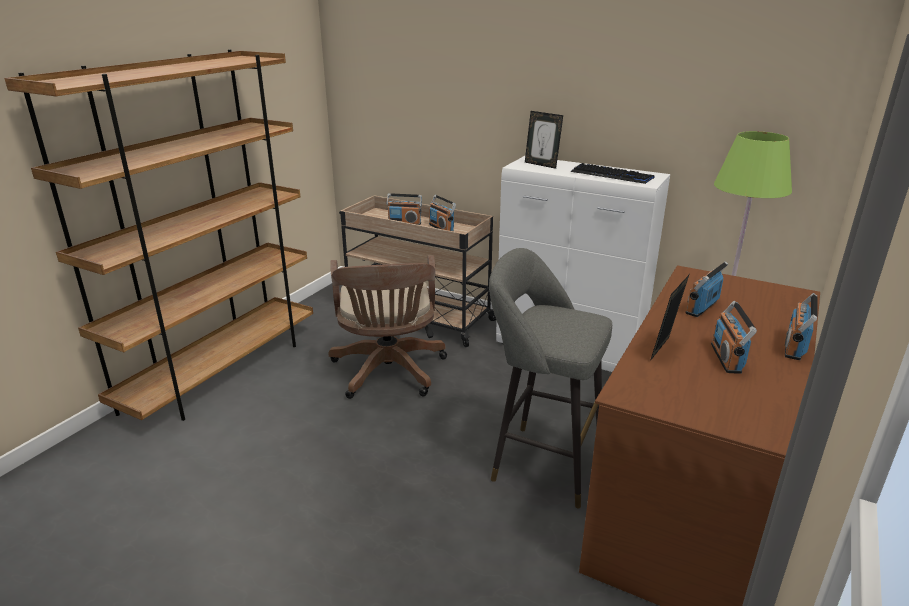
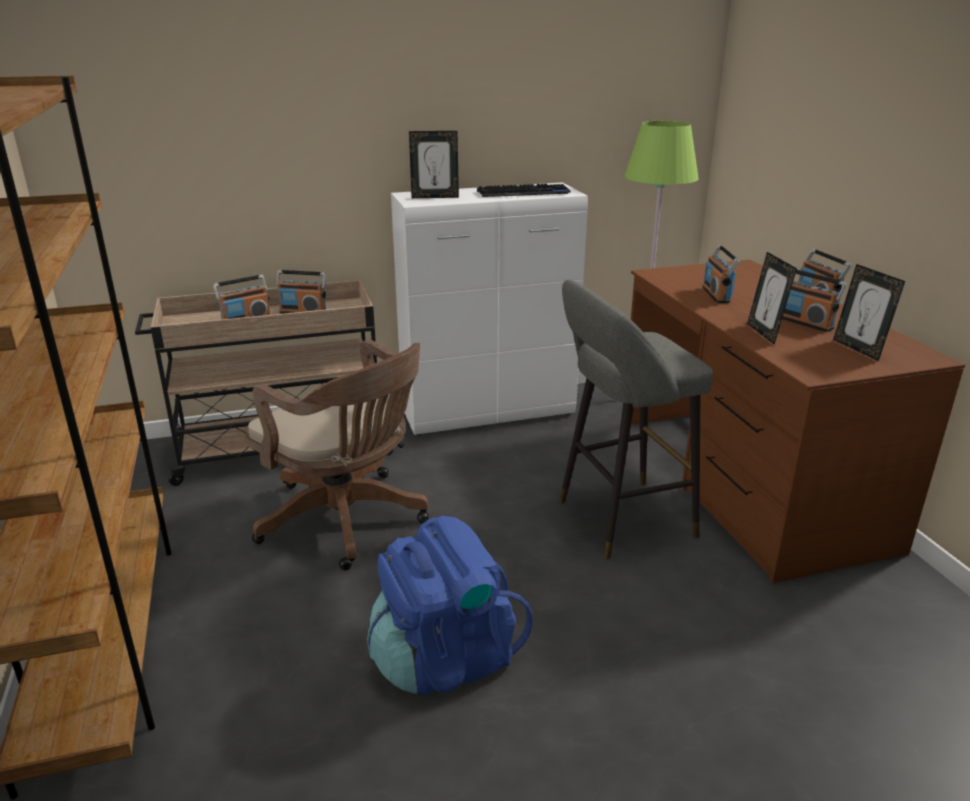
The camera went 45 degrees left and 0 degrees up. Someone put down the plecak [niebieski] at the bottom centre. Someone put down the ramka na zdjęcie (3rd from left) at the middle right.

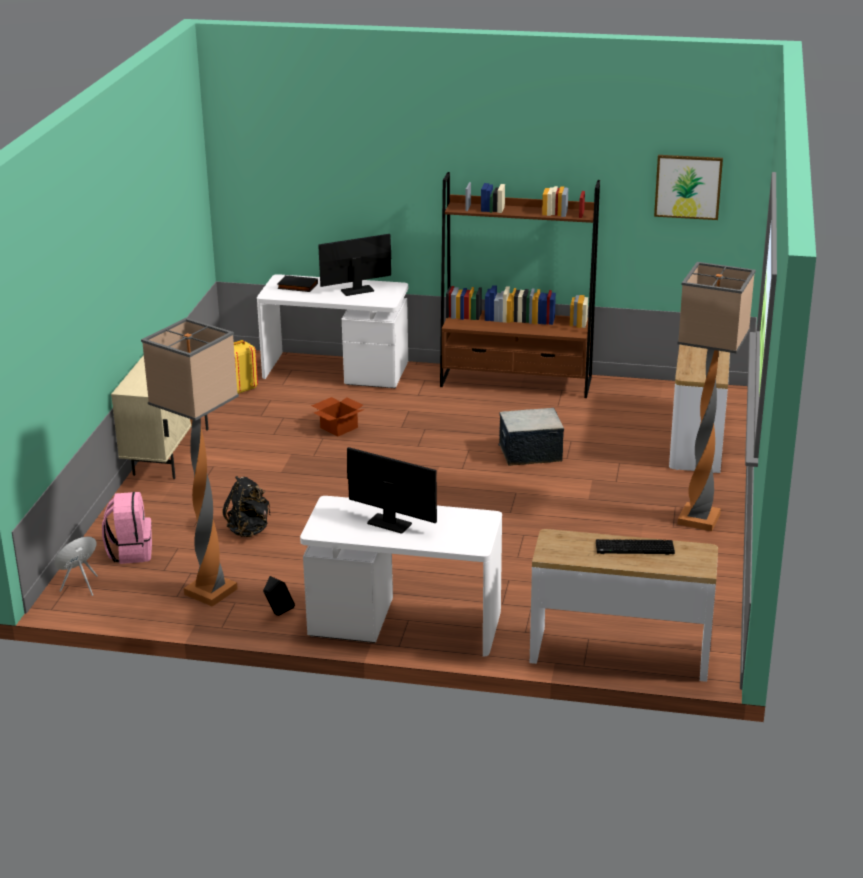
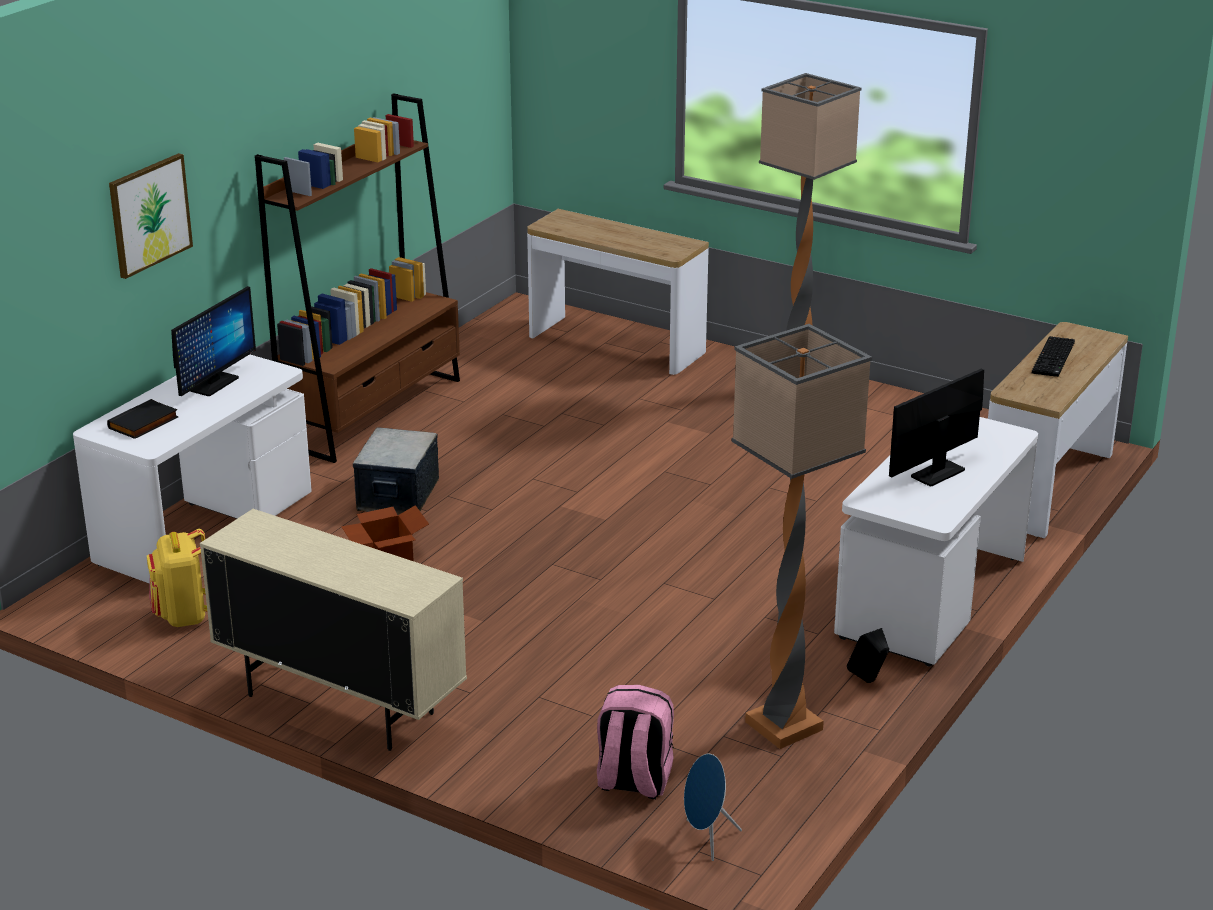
The camera went 70 degrees left and 0 degrees up. Someone carried the obraz from the top right to the top left. Someone rotated the monitor (1st from left) at the top centre by 150 degrees counterclockwise. Someone carried the pojemnik do przechowywania from the centre to the middle left. Someone took away the plecak [czarny] at the middle left.

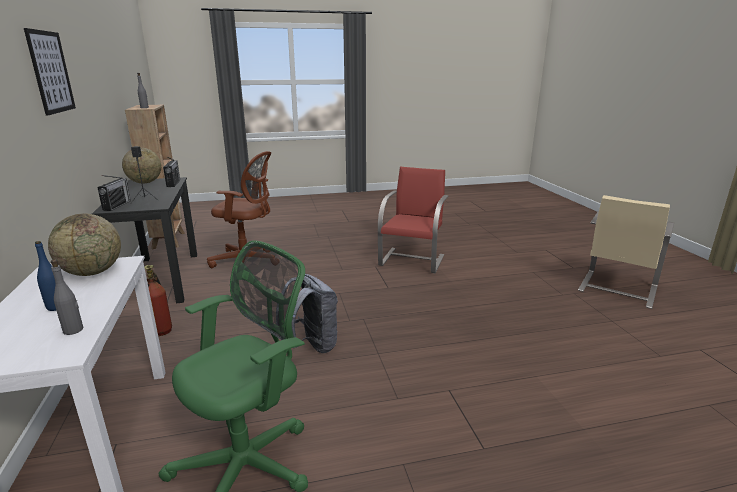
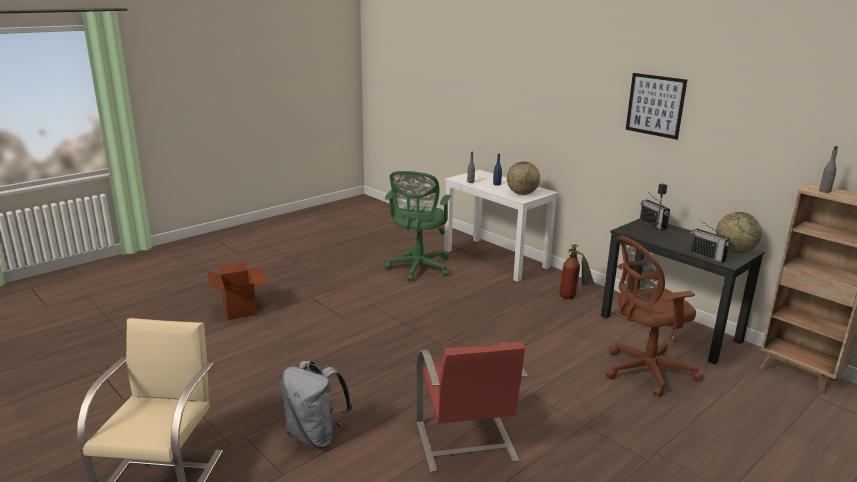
The camera went 150 degrees right and 0 degrees up. Someone put down the karton at the middle left. Someone carried the plecak [szary] from the centre to the bottom centre.

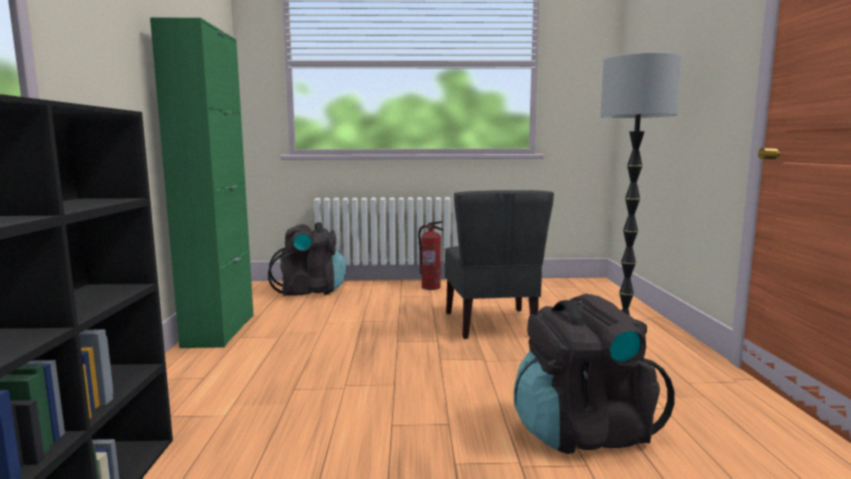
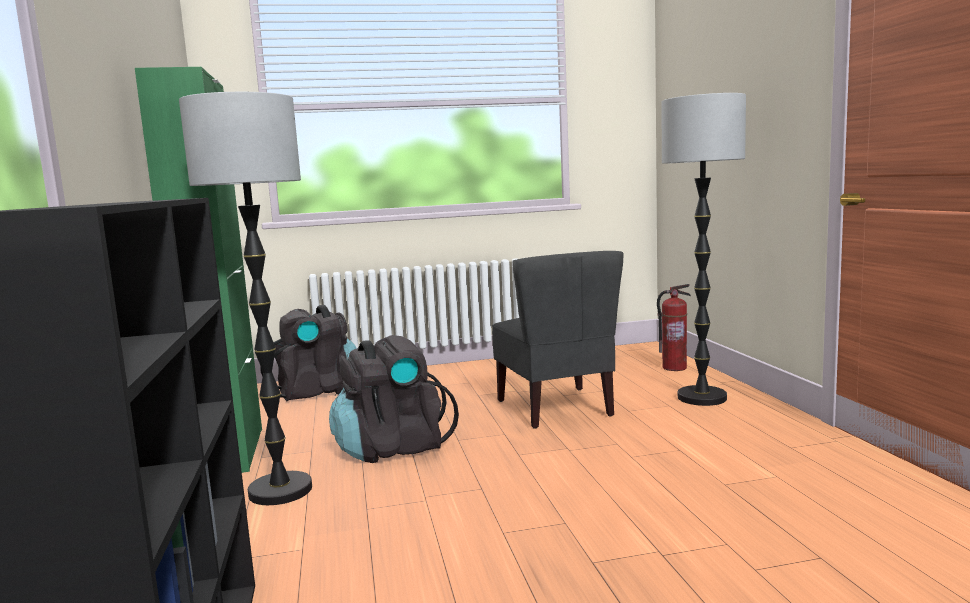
The camera went 10 degrees left and 0 degrees up. Someone put down the lampa stojąca (1st from left) at the middle left. Someone carried the plecak [czarny] (2nd from left) from the bottom right to the centre. Someone carried the gaśnica from the centre to the middle right.

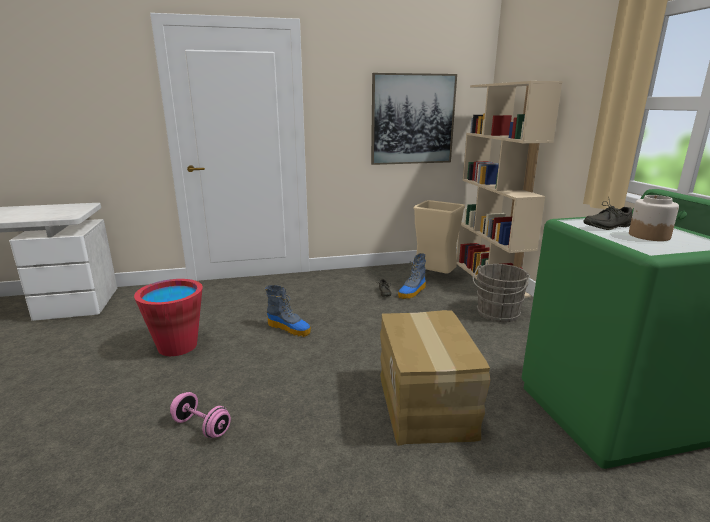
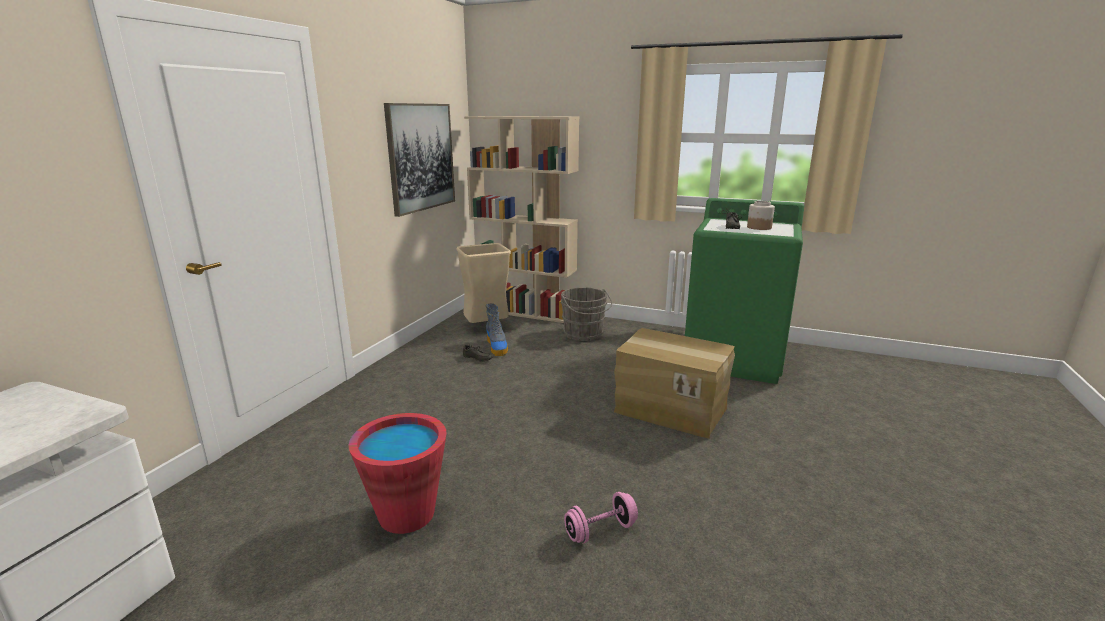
The camera went 55 degrees left and 0 degrees up. Someone took away the but z cholewką (1st from left) at the centre.

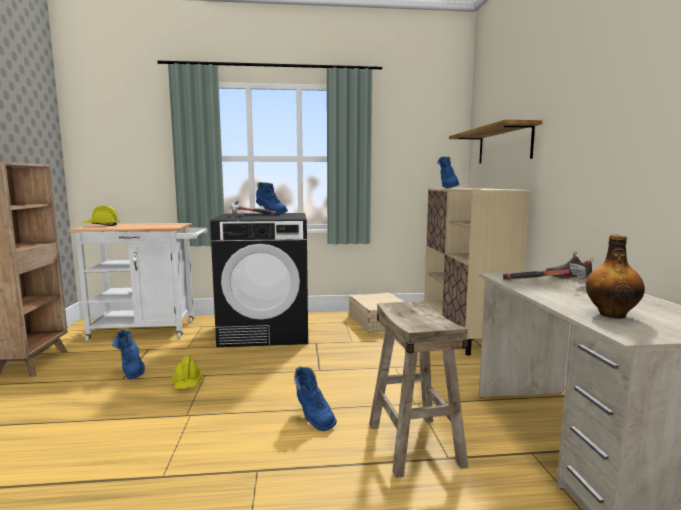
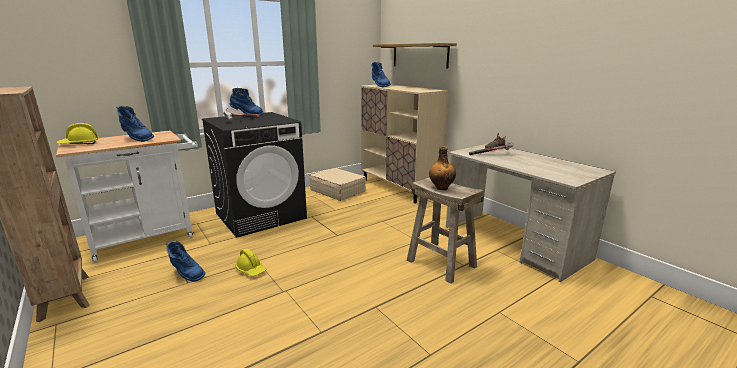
The camera went 30 degrees left and 10 degrees up. Someone carried the but z cholewką [niebieski] (3rd from left in the first image) from the bottom centre to the middle left. Someone carried the butelka from the middle right to the centre.

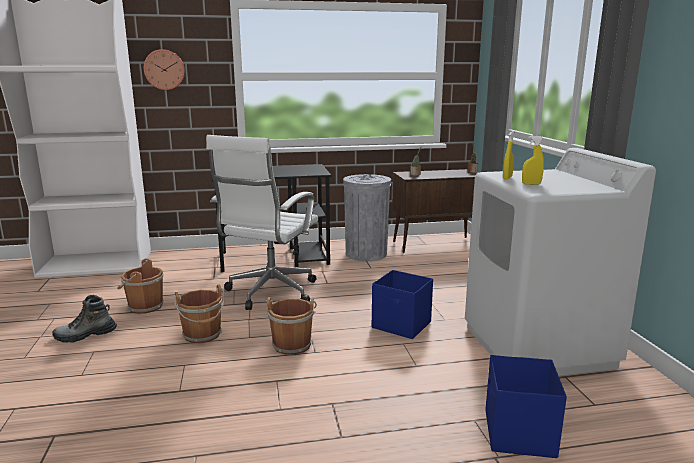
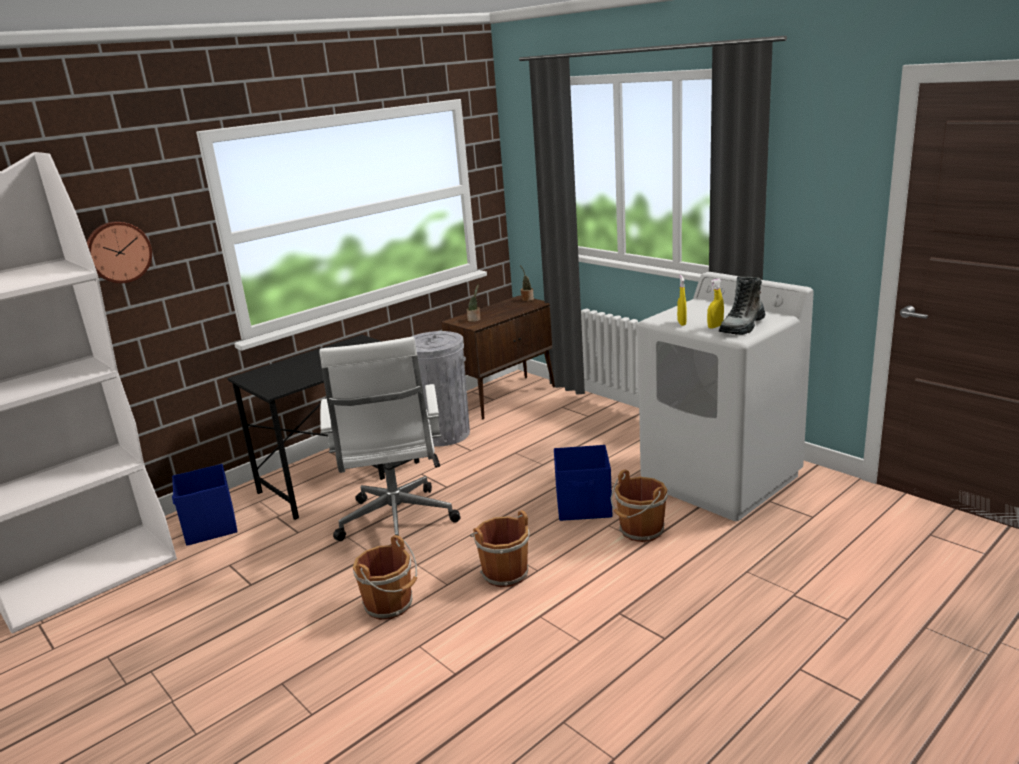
The camera went 30 degrees left and 5 degrees up. Someone carried the pojemnik do przechowywania [niebieski] (2nd from left in the first image) from the bottom right to the middle left. Someone carried the wiadro [brązowy] (1st from left in the first image) from the middle left to the centre. Someone carried the but z cholewką from the bottom left to the middle right.

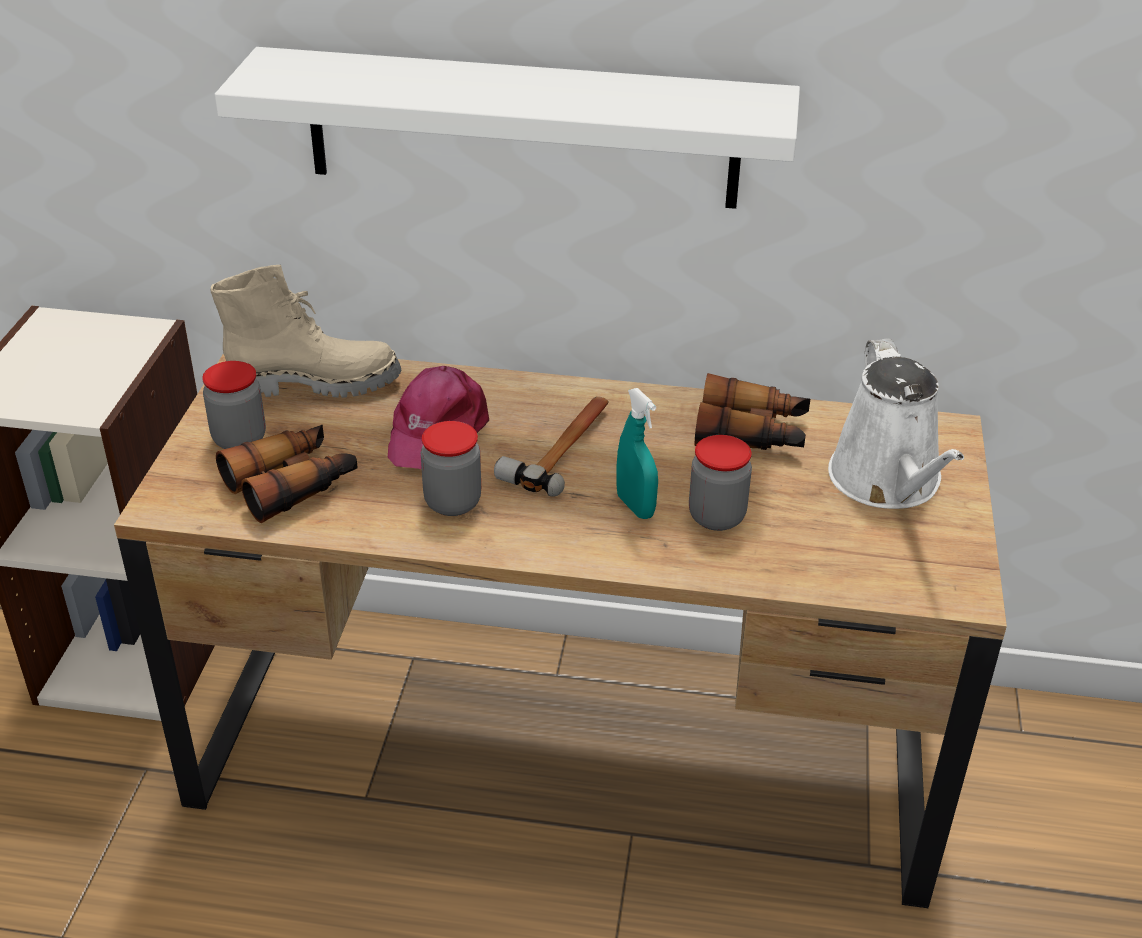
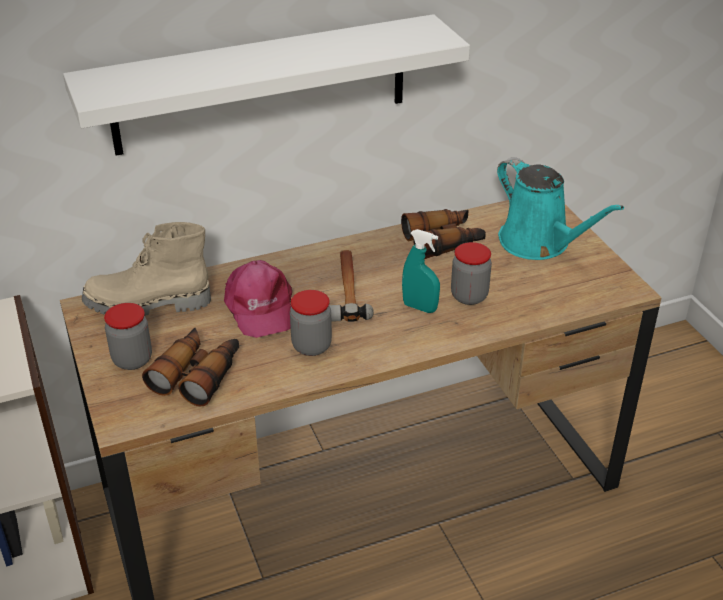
The camera went 30 degrees left and 0 degrees up. Someone rotated the but z cholewką [beżowy] at the middle left by 150 degrees counterclockwise. Someone repainted the konewka [biały] at the middle right, which became the konewka [turkusowy] at the middle right.

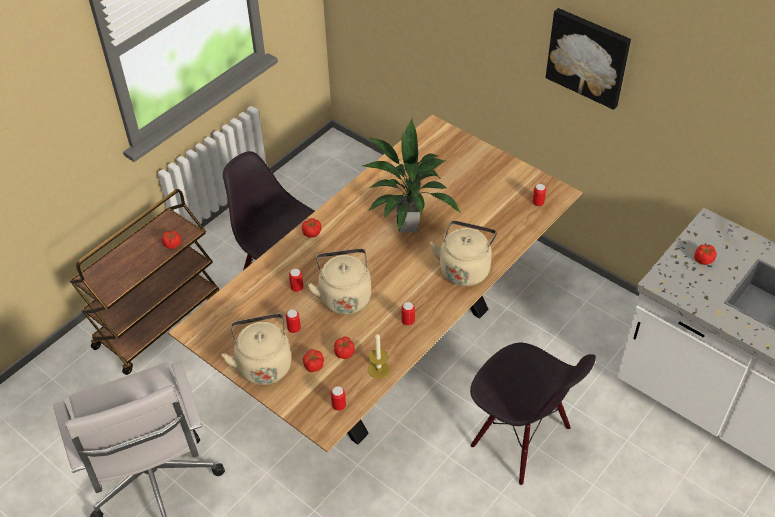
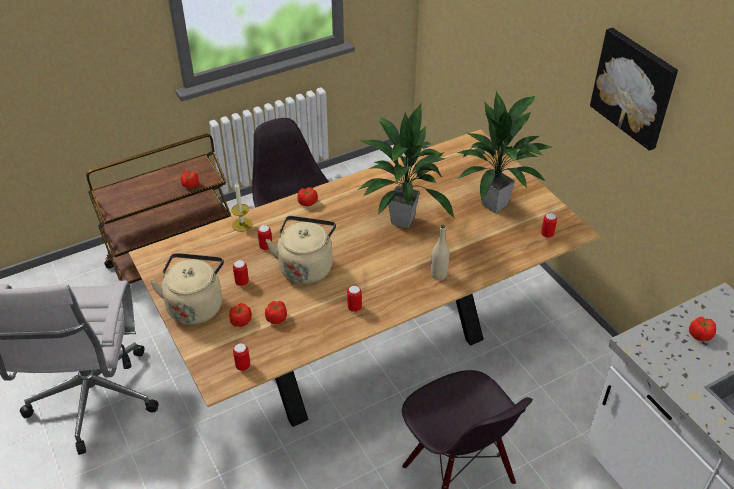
The camera went 20 degrees right and 5 degrees down. Someone carried the świeca from the bottom centre to the middle left. Someone swapped the czajnik [beżowy] (3rd from left) at the centre for the butelka [beżowy] at the centre. Someone put down the roślina doniczkowa (2nd from left) at the top right.

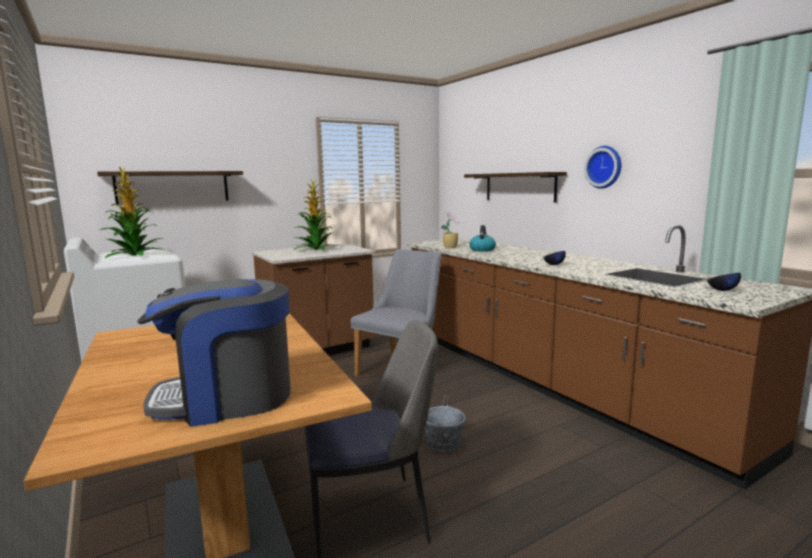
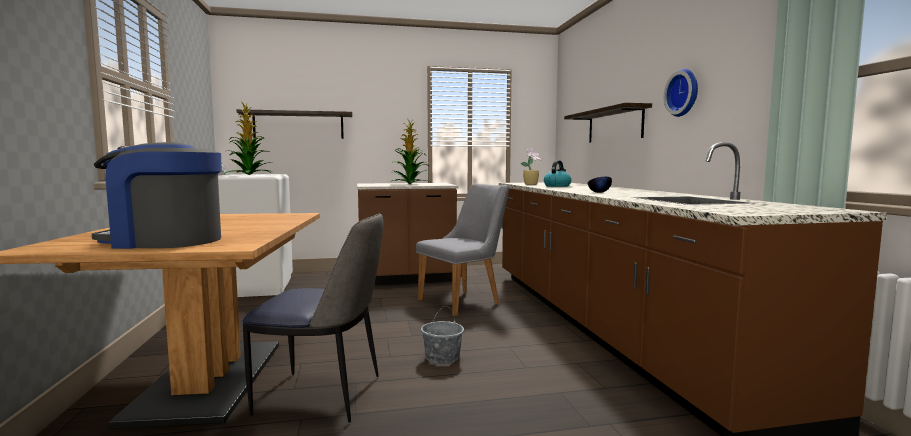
The camera went 20 degrees right and 5 degrees down. Someone took away the miska [czarny] (2nd from left) at the middle right.

